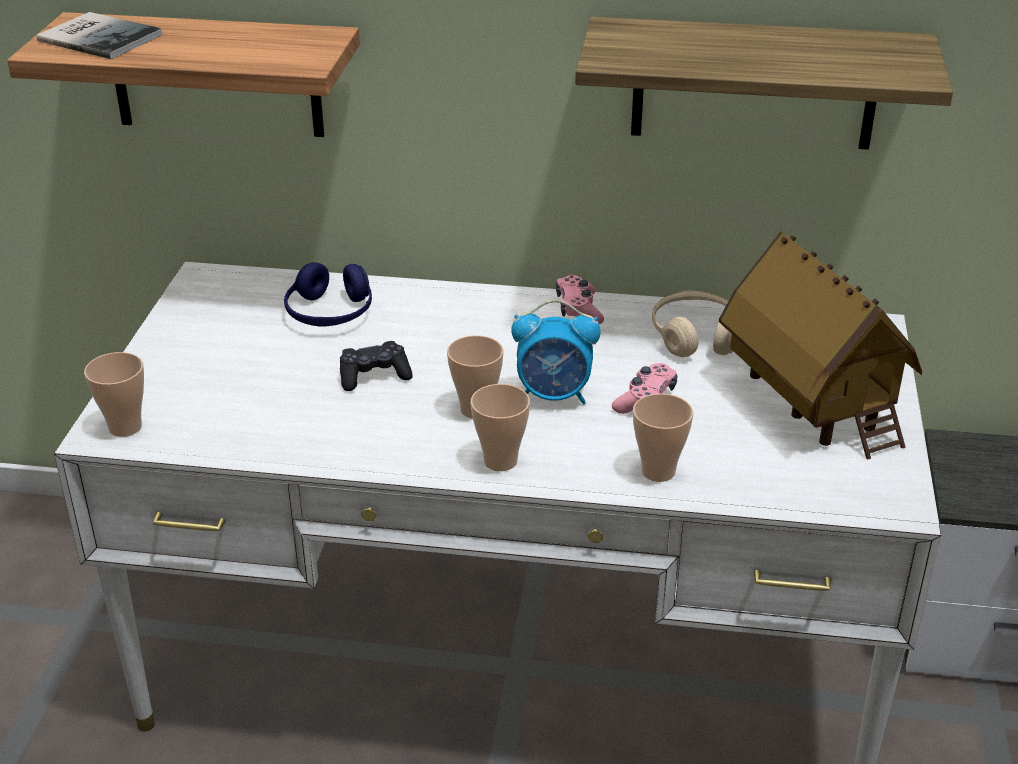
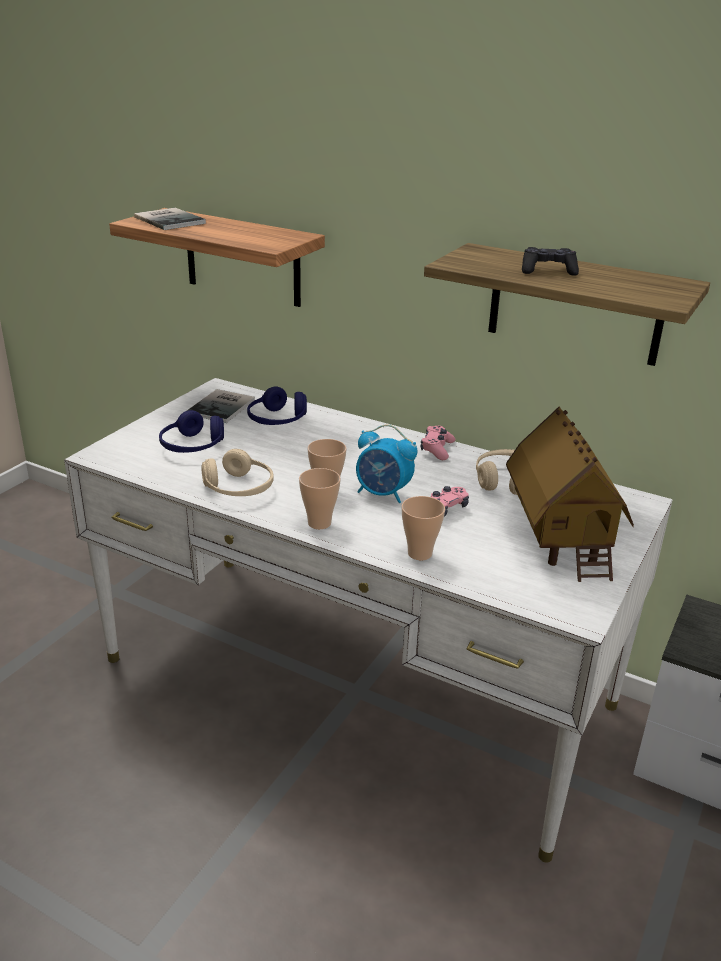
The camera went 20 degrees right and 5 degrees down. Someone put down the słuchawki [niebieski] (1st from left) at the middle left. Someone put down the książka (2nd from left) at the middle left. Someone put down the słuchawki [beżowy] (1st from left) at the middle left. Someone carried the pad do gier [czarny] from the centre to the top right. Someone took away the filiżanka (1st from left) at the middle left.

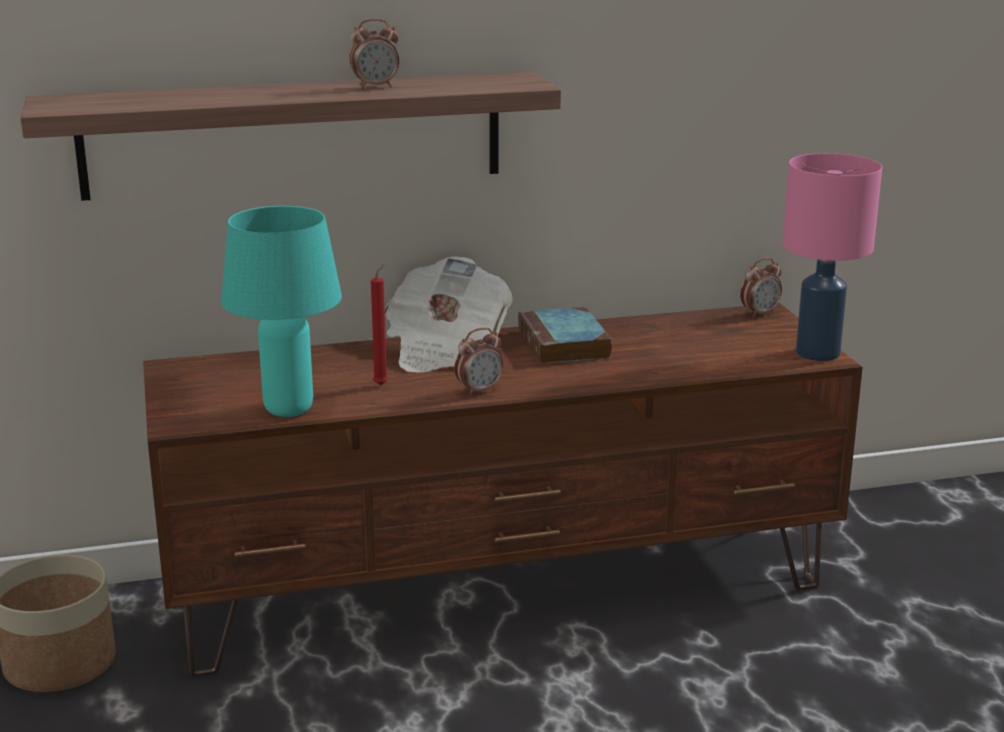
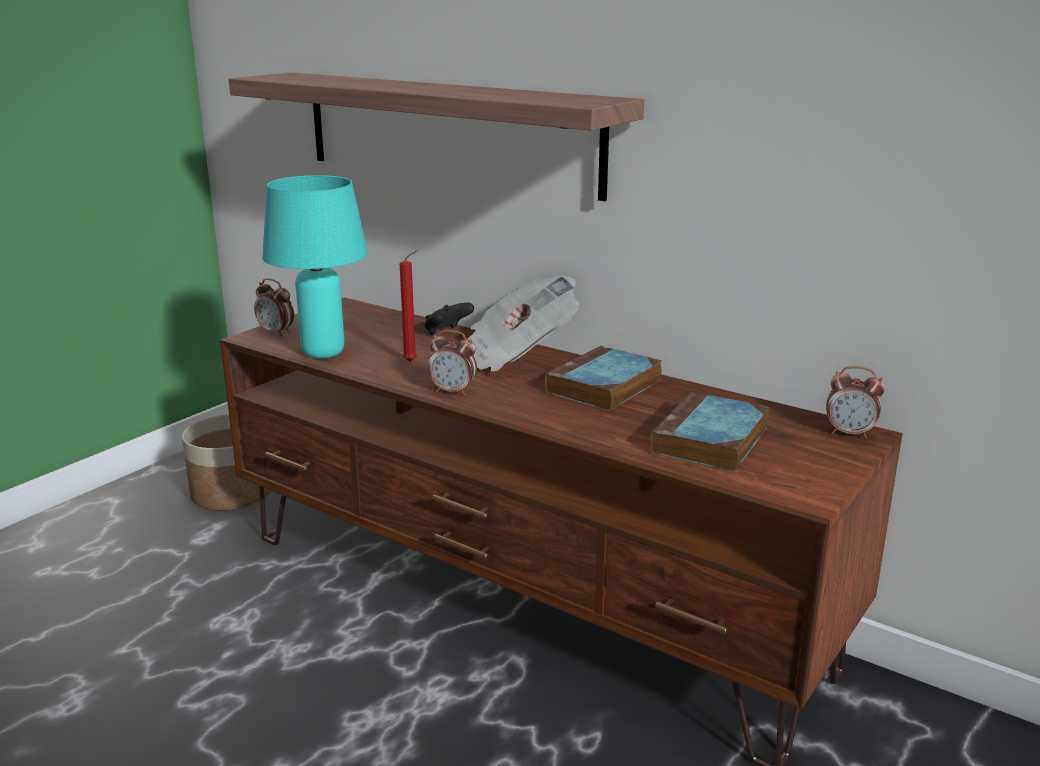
The camera went 50 degrees right and 0 degrees up. Someone carried the budzik (1st from left) from the top centre to the middle left. Someone put down the pad do gier [czarny] at the centre. Someone put down the książka (2nd from left) at the middle right. Someone took away the lampa stołowa [różowy] at the middle right.

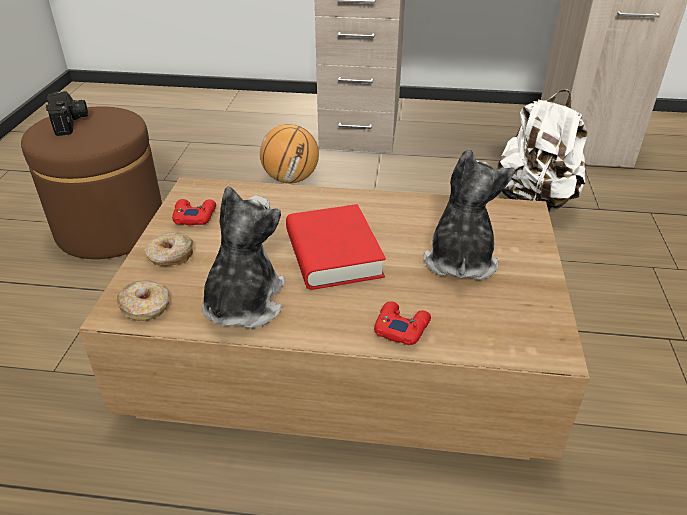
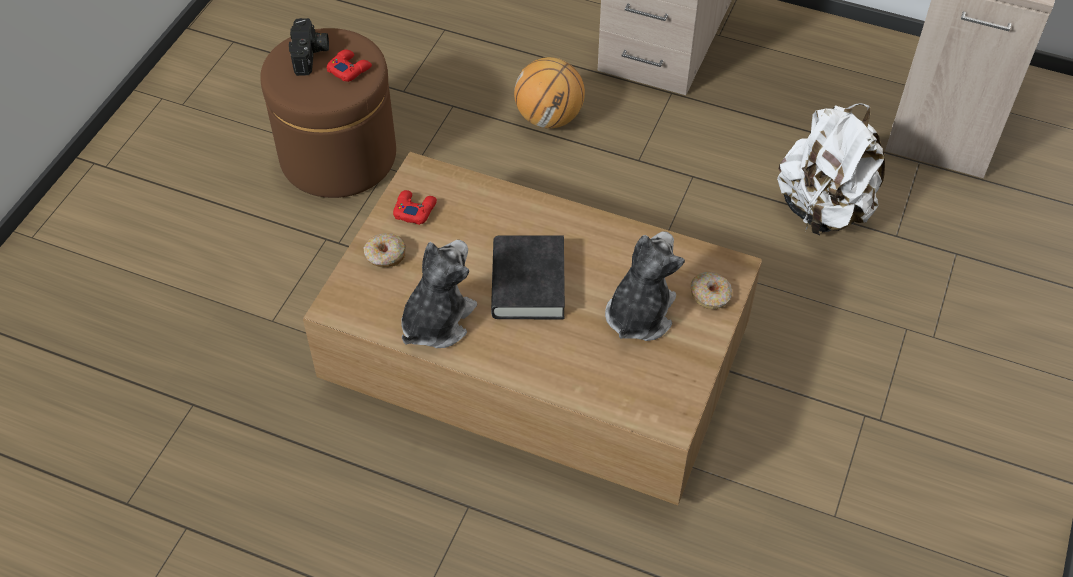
The camera went 15 degrees right and 15 degrees up. Someone carried the pad do gier [czerwony] (2nd from left in the first image) from the centre to the top left. Someone repainted the książka [czerwony] at the centre, which became the książka [czarny] at the centre. Someone carried the donut (1st from left in the first image) from the middle left to the centre.

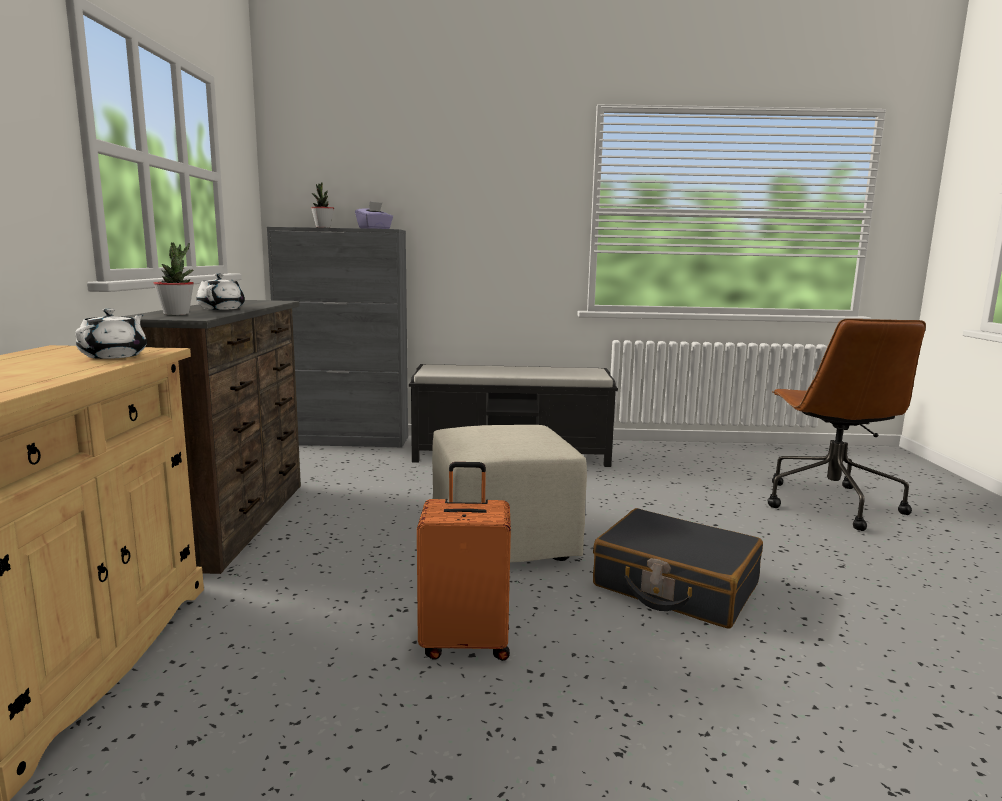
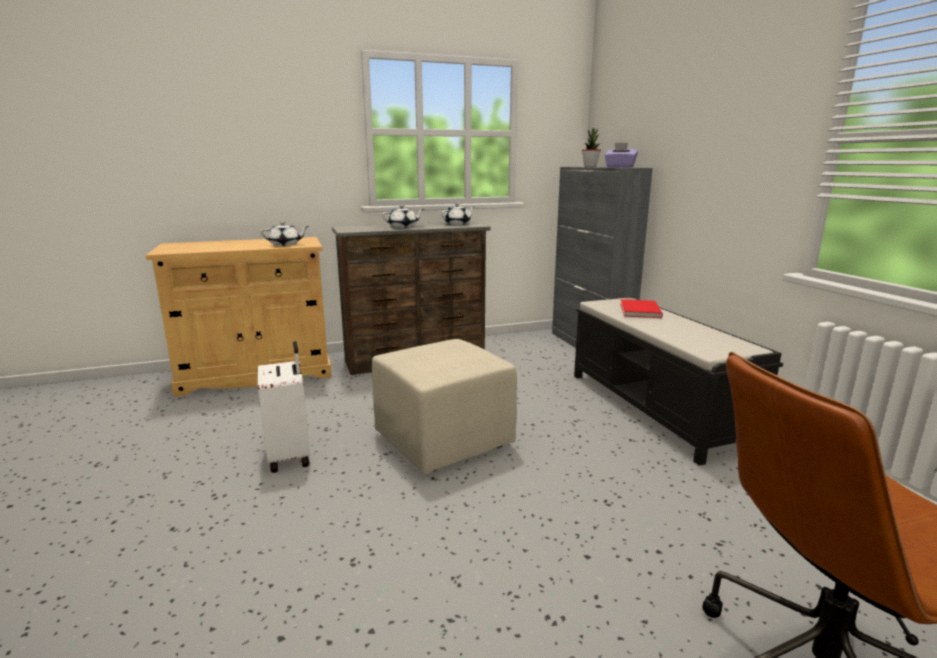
The camera went 70 degrees right and 5 degrees up. Someone repainted the walizka [pomarańczowy] at the bottom centre, which became the walizka [biały] at the middle left. Someone put down the imbryk [biały] (3rd from left) at the top centre. Someone put down the książka [czerwony] at the middle right. Someone took away the roślina doniczkowa (1st from left) at the middle left. Someone took away the walizka [czarny] at the bottom right.

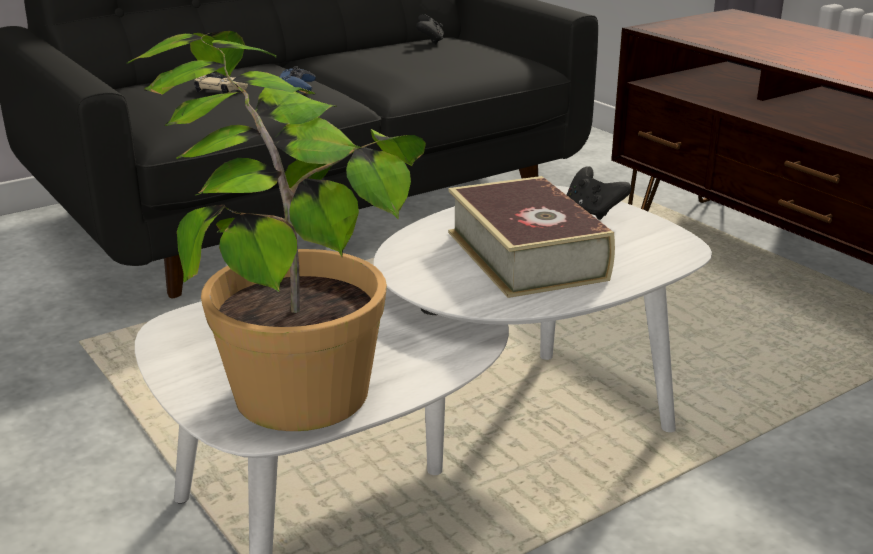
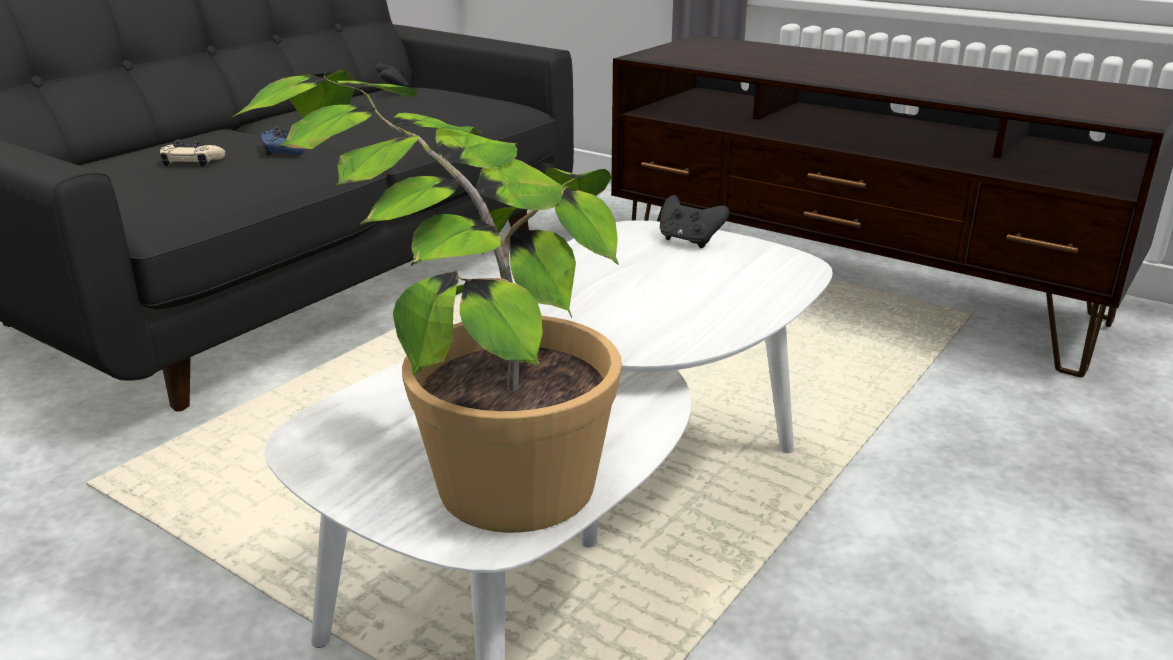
The camera went 20 degrees left and 0 degrees up. Someone took away the książka at the centre.

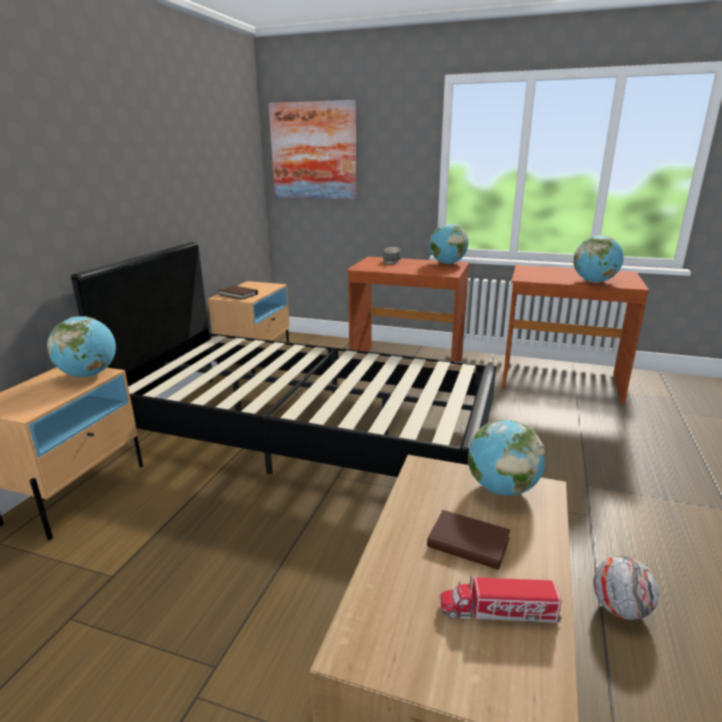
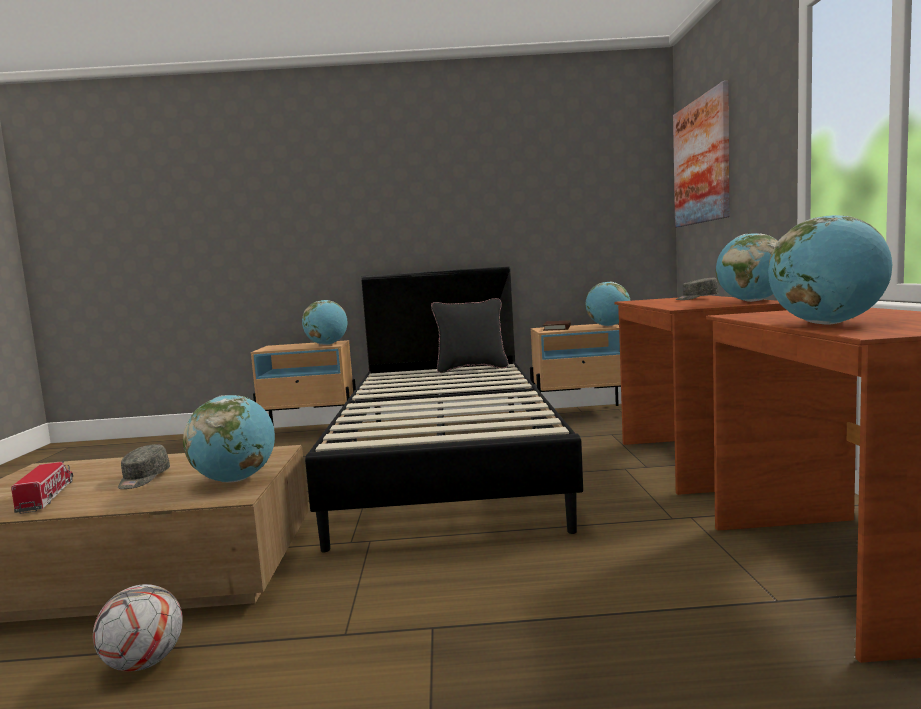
The camera went 70 degrees right and 15 degrees down. Someone swapped the książka [brązowy] (2nd from left) at the bottom centre for the czapka z daszkiem [szary] (1st from left) at the middle left. Someone put down the poduszka [czarny] at the centre. Someone put down the globus (3rd from left) at the centre.

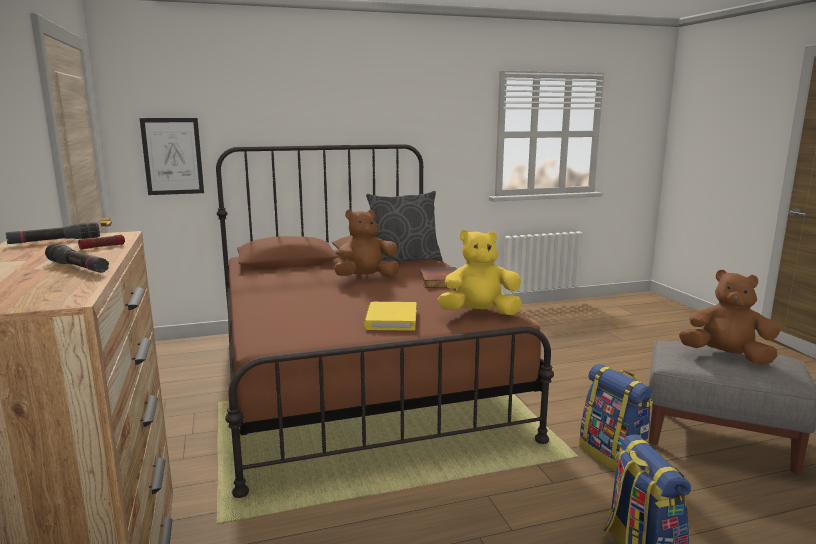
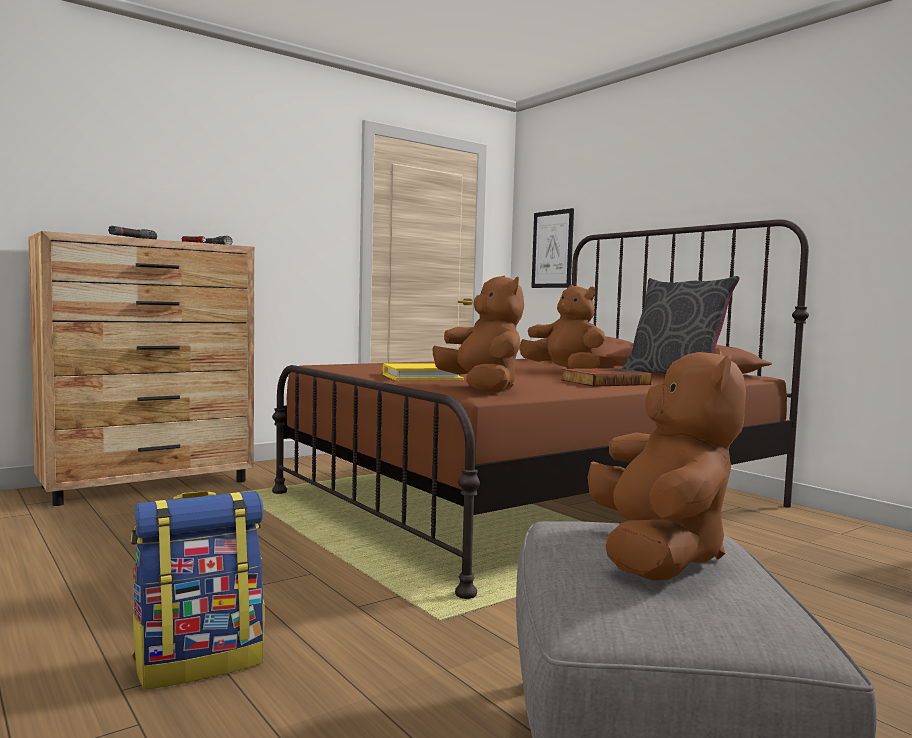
The camera went 70 degrees right and 10 degrees down. Someone repainted the pluszak [żółty] at the centre, which became the pluszak [brązowy] (1st from left) at the centre. Someone took away the plecak (1st from left) at the bottom right.

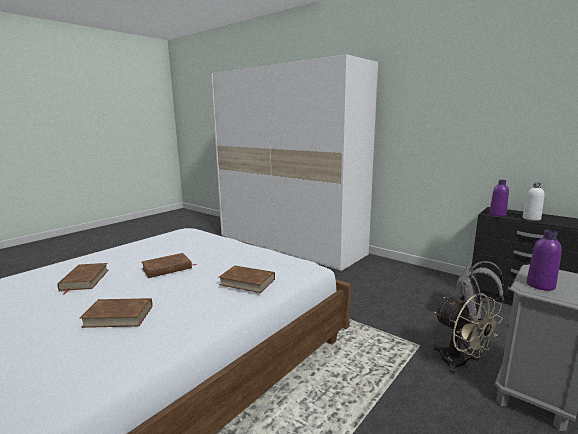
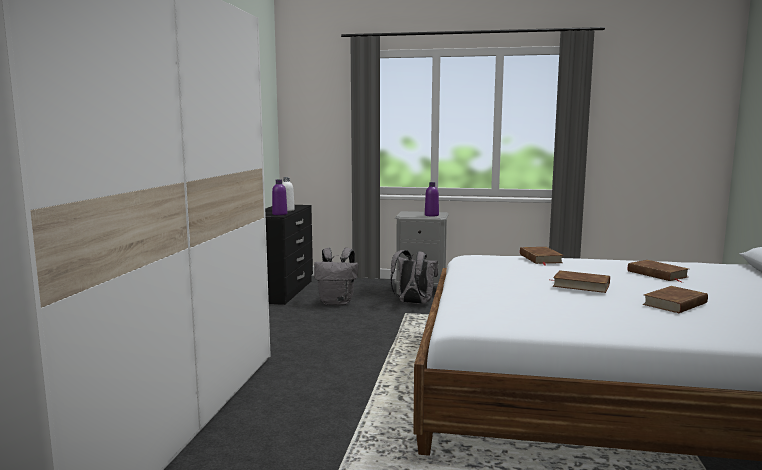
The camera went 120 degrees left and 5 degrees down. Someone swapped the wentylator [beżowy] at the bottom right for the plecak [szary] (2nd from left) at the centre.

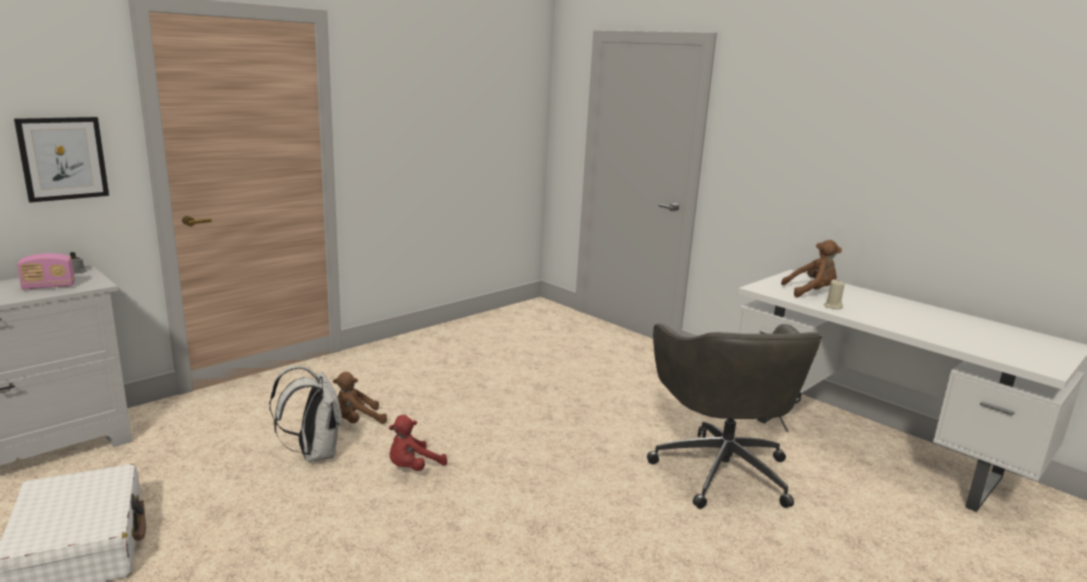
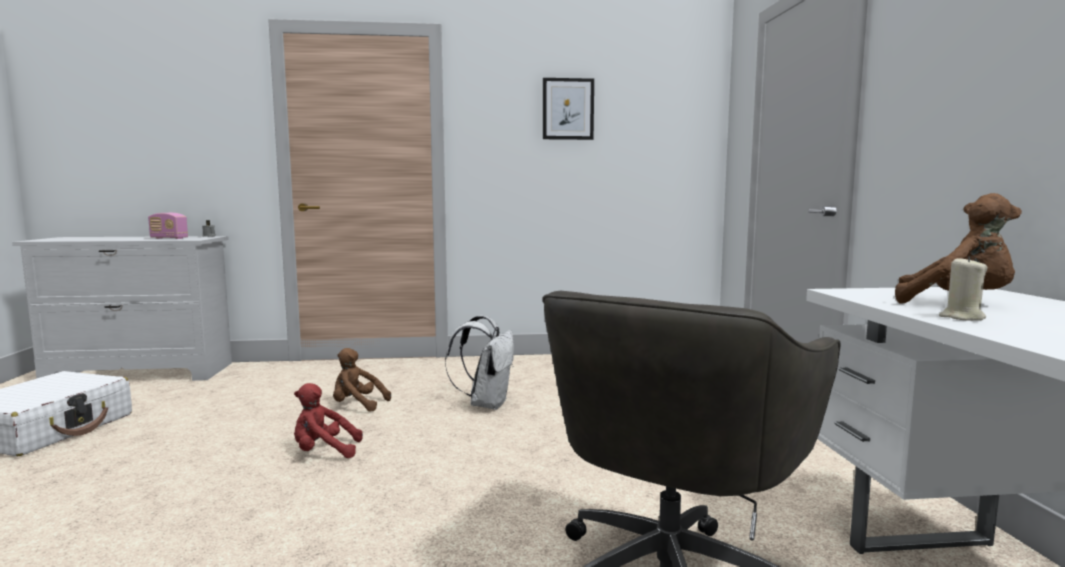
The camera went 40 degrees right and 10 degrees down. Someone carried the plecak [biały] from the bottom left to the centre. Someone carried the obraz from the top left to the top centre.

